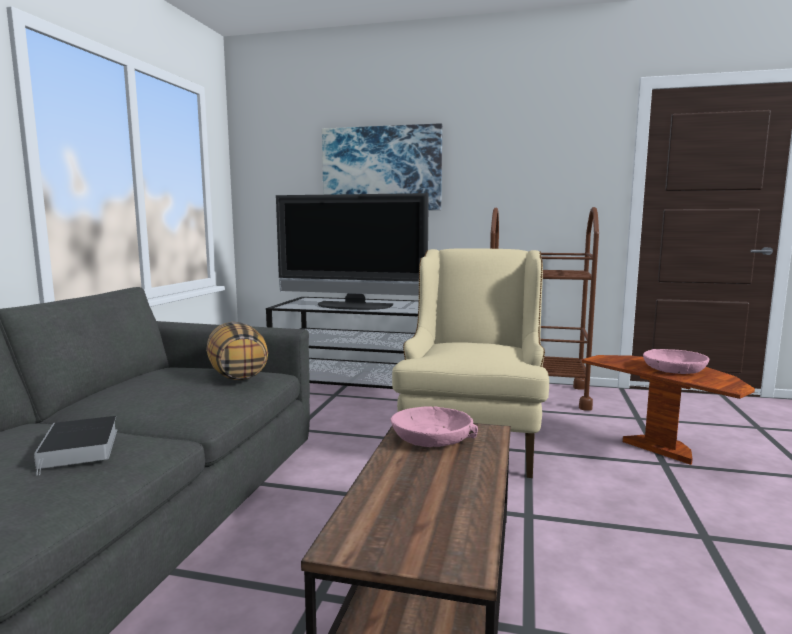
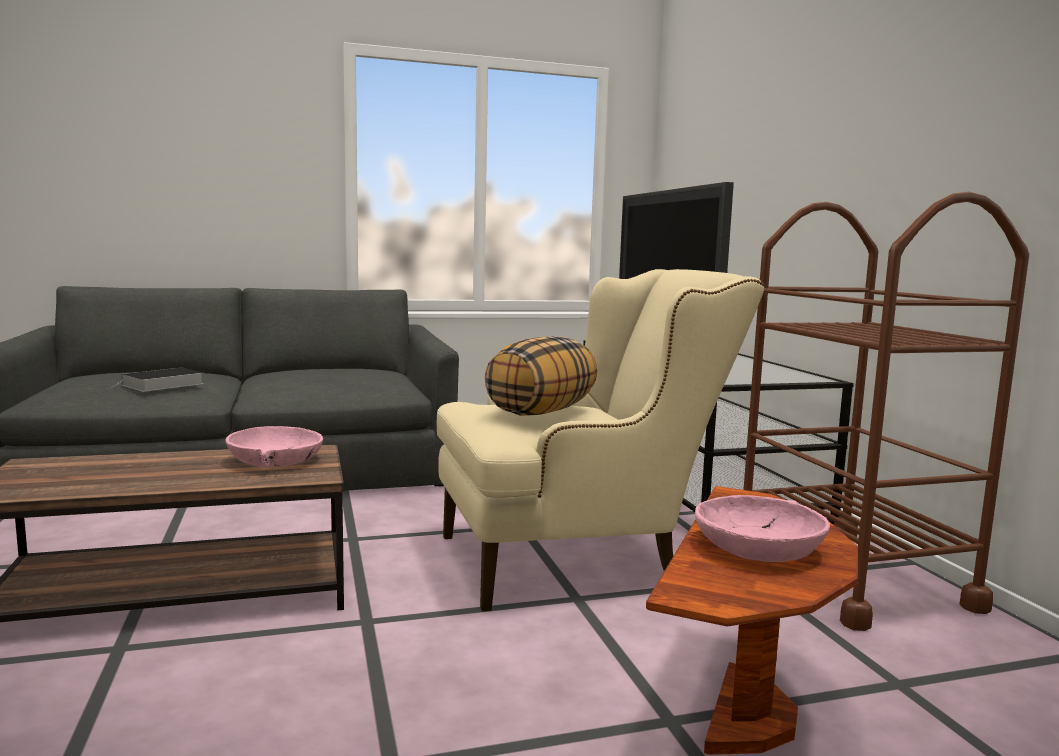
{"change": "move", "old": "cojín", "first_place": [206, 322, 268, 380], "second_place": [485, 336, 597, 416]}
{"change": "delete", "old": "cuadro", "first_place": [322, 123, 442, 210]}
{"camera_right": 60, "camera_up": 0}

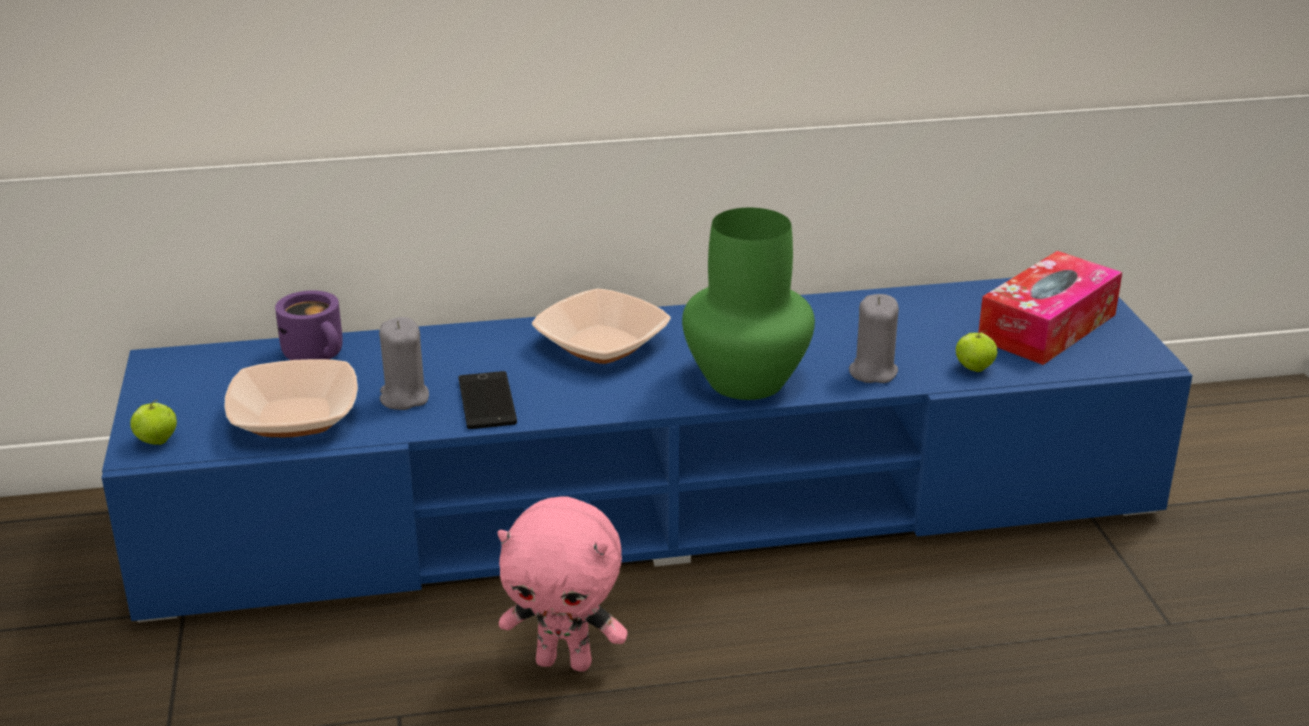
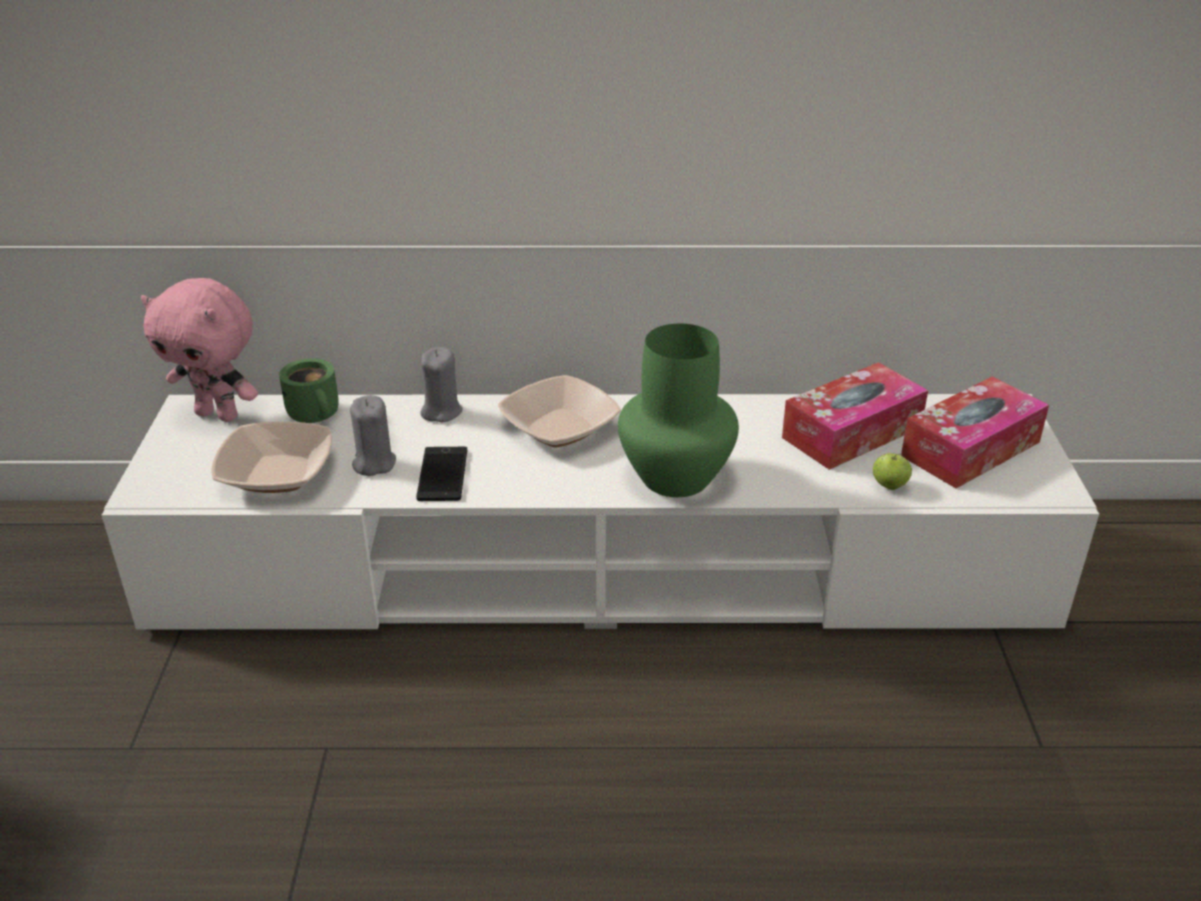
{"change": "recolor", "old": "mueble de televisión (azul)", "new": "mueble de televisión (blanco)", "first_place": [102, 278, 1193, 622], "second_place": [102, 394, 1099, 629]}
{"change": "move", "old": "peluche (rosa)", "first_place": [498, 496, 628, 672], "second_place": [141, 278, 258, 422]}
{"change": "recolor", "old": "taza grande (morado)", "new": "taza grande (verde)", "first_place": [275, 290, 343, 360], "second_place": [279, 358, 339, 423]}
{"change": "move", "old": "vela (gris)", "first_place": [849, 294, 899, 383], "second_place": [420, 347, 463, 422]}
{"change": "insert", "new": "caja de pañuelos", "second_place": [782, 362, 928, 470]}
{"change": "delete", "old": "manzana", "first_place": [130, 400, 177, 445]}
{"camera_right": 10, "camera_up": 5}

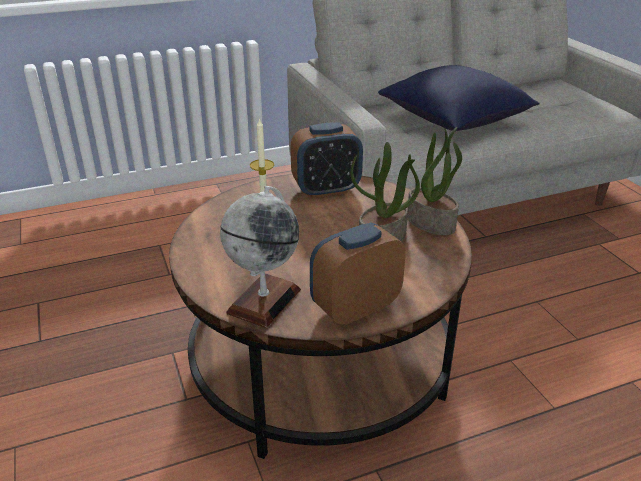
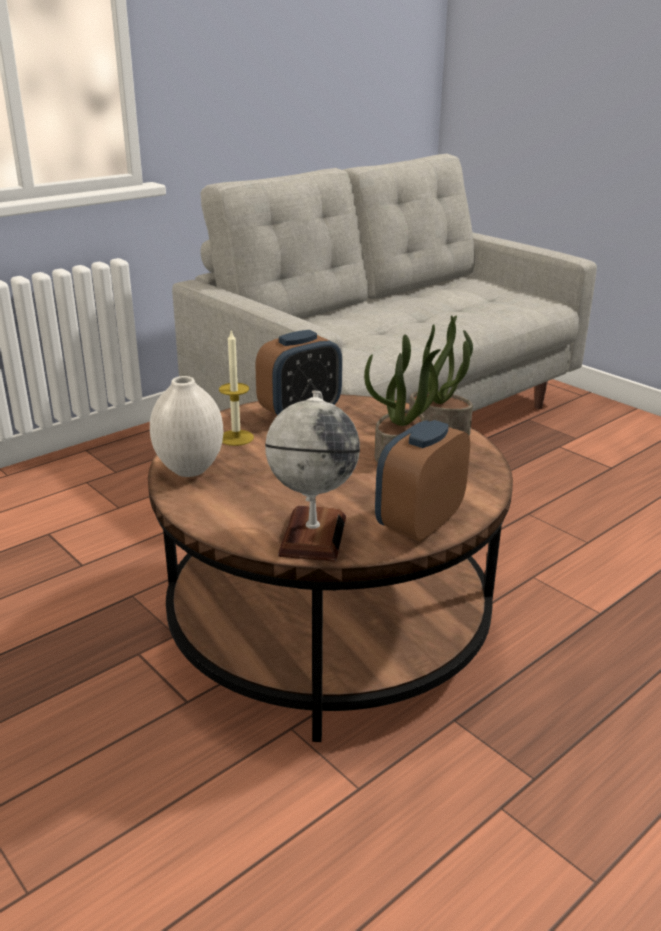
{"change": "insert", "new": "florero (blanco)", "second_place": [150, 376, 223, 477]}
{"change": "delete", "old": "cojín (azul)", "first_place": [378, 65, 540, 131]}
{"camera_right": -20, "camera_up": -5}

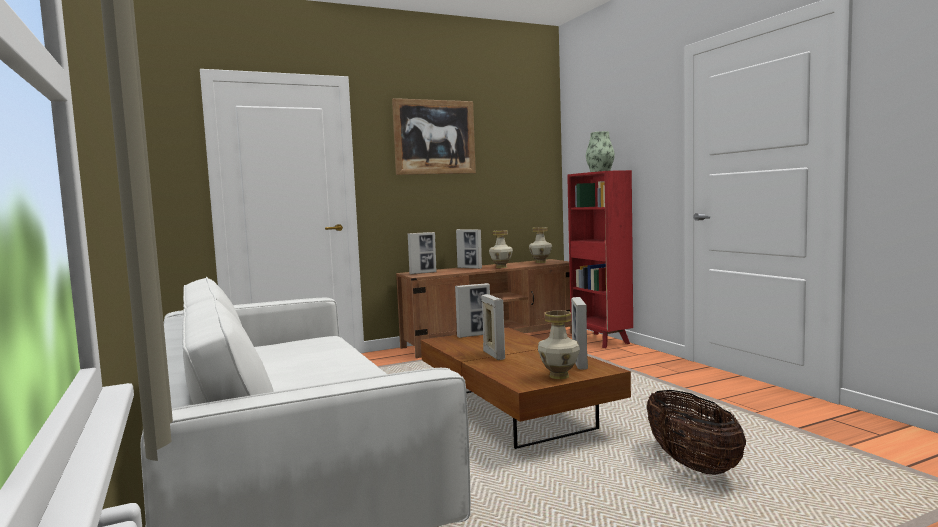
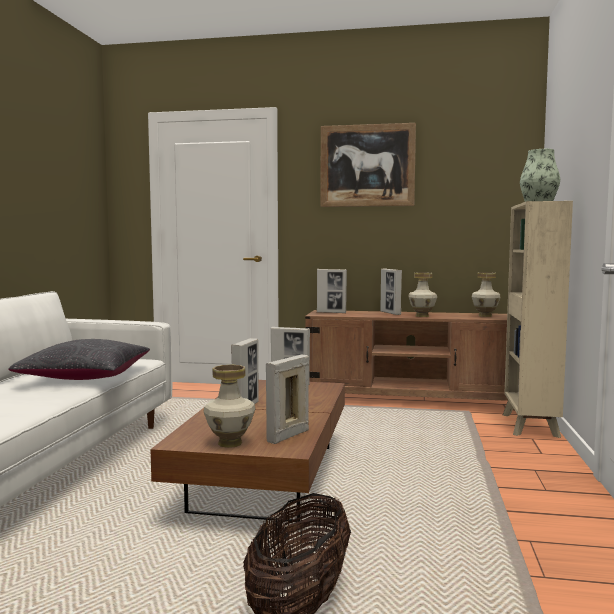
{"change": "insert", "new": "cojín (negro)", "second_place": [8, 339, 150, 380]}
{"change": "recolor", "old": "estantería (rojo)", "new": "estantería (beis)", "first_place": [567, 170, 633, 348], "second_place": [503, 201, 573, 438]}
{"camera_right": 35, "camera_up": 0}

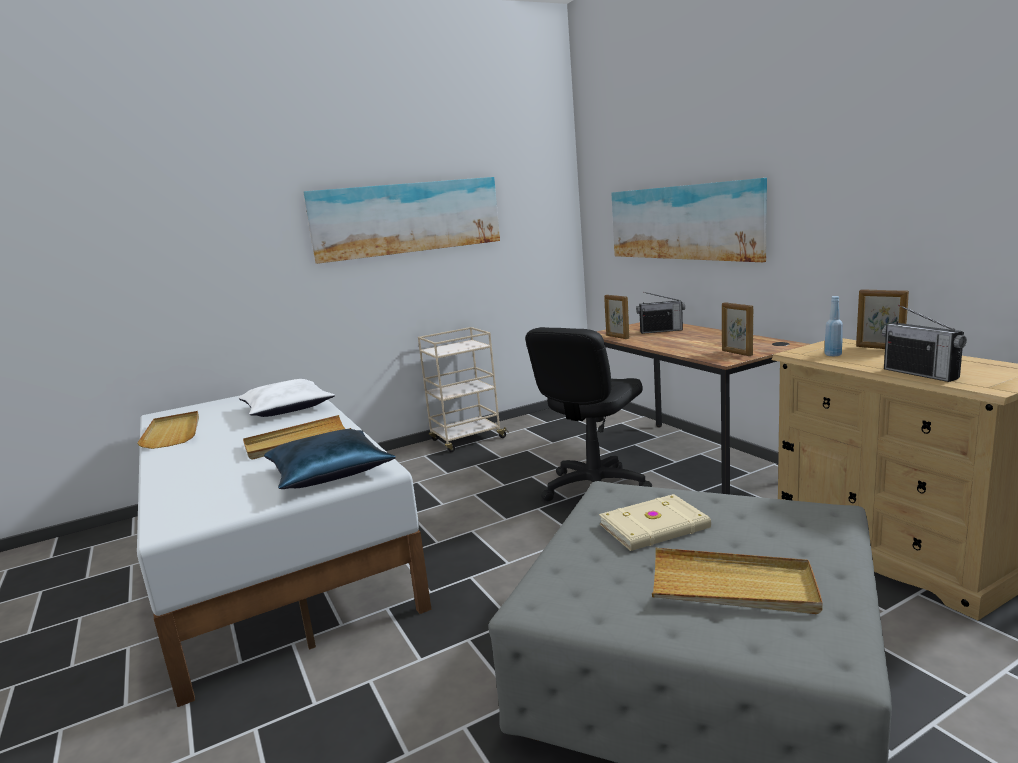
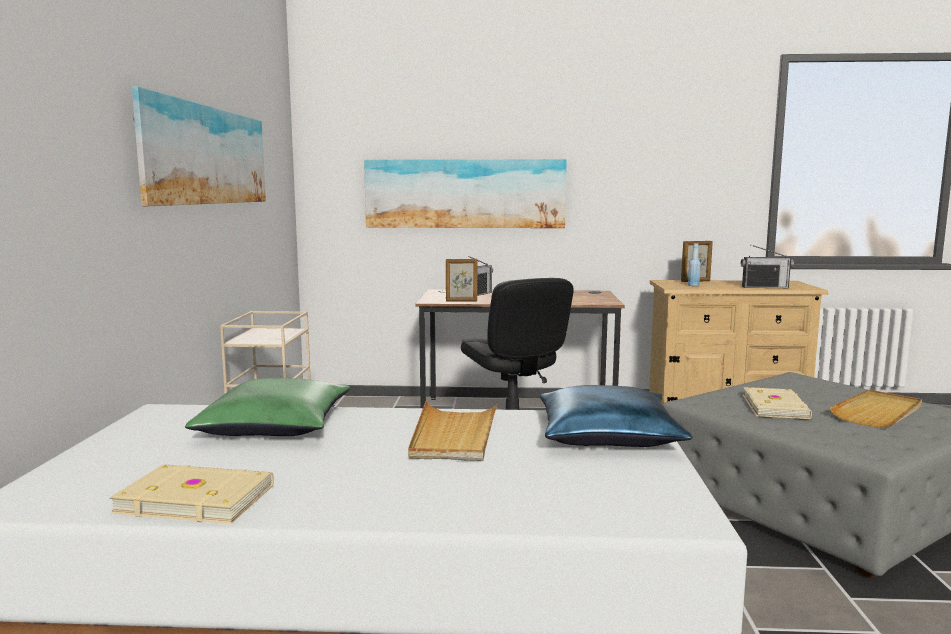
{"change": "replace", "old": "bandeja (beis)", "new": "libro (beis)", "first_place": [137, 411, 199, 449], "second_place": [110, 464, 274, 524]}
{"change": "recolor", "old": "cojín (blanco)", "new": "cojín (verde)", "first_place": [239, 379, 335, 417], "second_place": [185, 378, 350, 436]}
{"change": "delete", "old": "portarretratos", "first_place": [722, 302, 753, 356]}
{"camera_right": -60, "camera_up": -5}

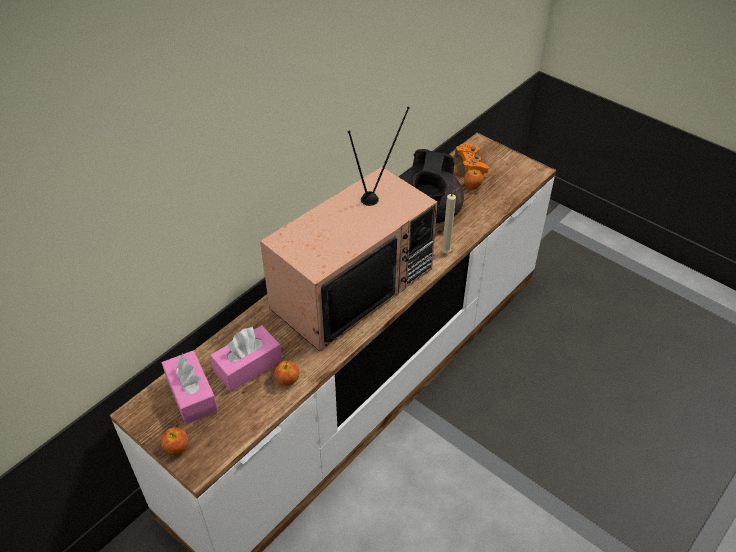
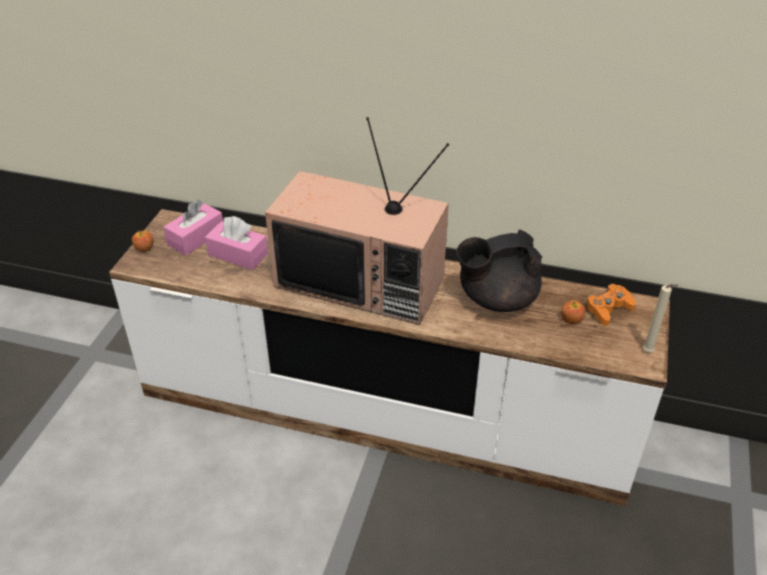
{"change": "move", "old": "vela (beis)", "first_place": [441, 188, 460, 253], "second_place": [643, 284, 679, 352]}
{"change": "delete", "old": "manzana", "first_place": [274, 361, 299, 386]}
{"camera_right": 65, "camera_up": -5}

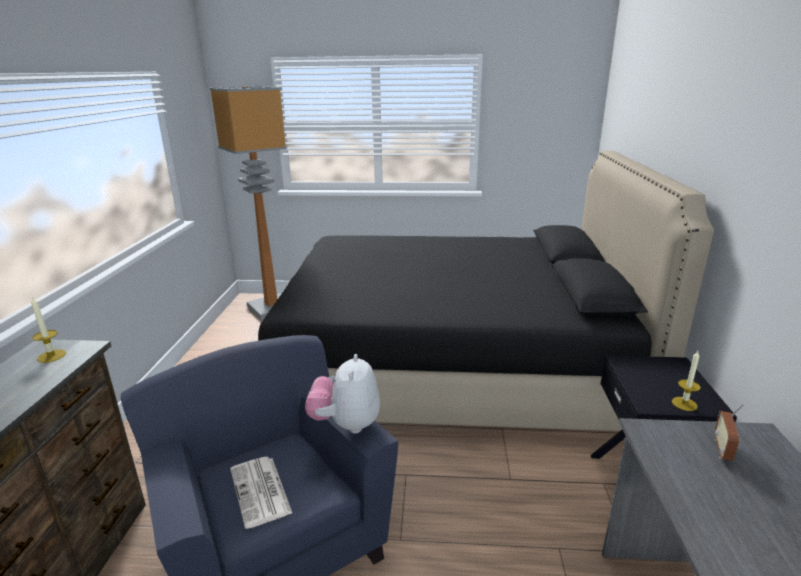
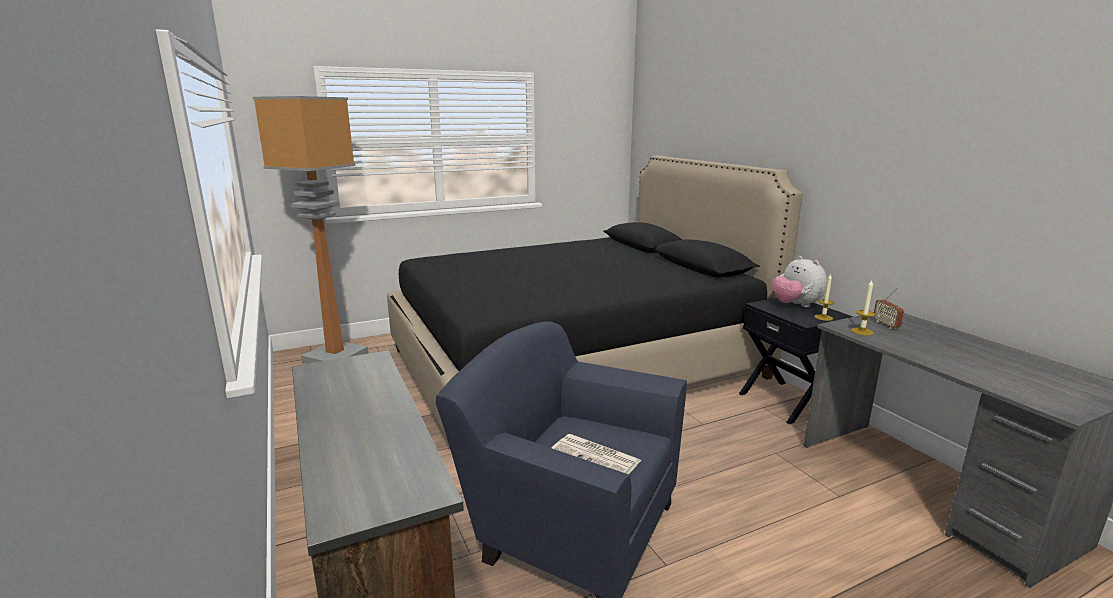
{"change": "move", "old": "peluche", "first_place": [305, 354, 380, 433], "second_place": [772, 256, 827, 307]}
{"change": "move", "old": "vela", "first_place": [31, 296, 66, 363], "second_place": [851, 280, 876, 335]}
{"camera_right": -30, "camera_up": -5}

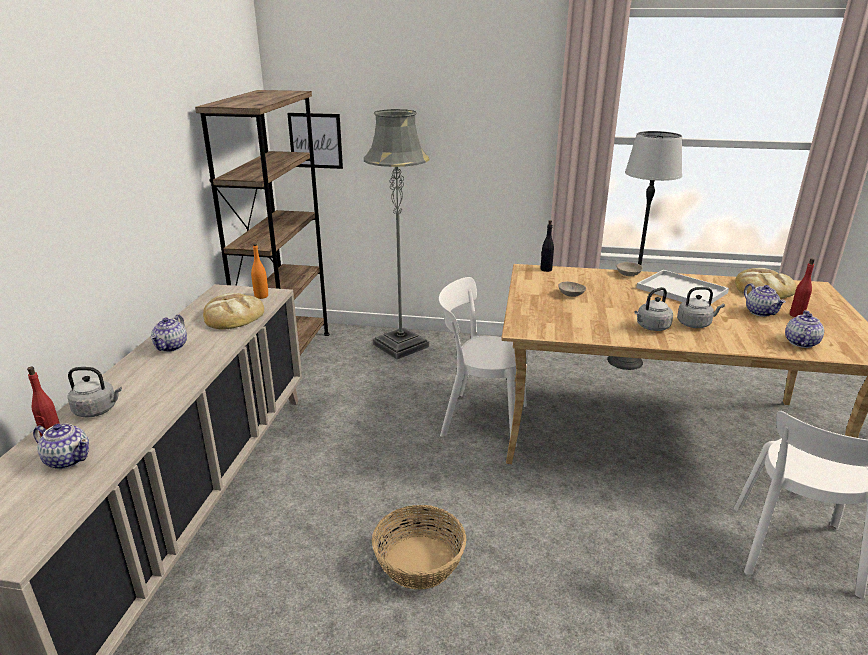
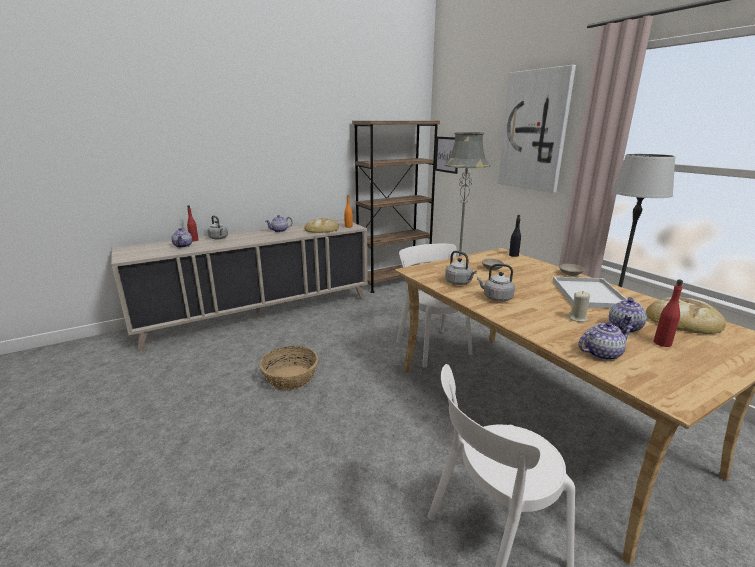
{"change": "move", "old": "hervidor (gris)", "first_place": [677, 287, 725, 328], "second_place": [445, 251, 477, 285]}
{"change": "insert", "new": "cuadro", "second_place": [498, 65, 576, 193]}
{"change": "insert", "new": "vela (beis)", "second_place": [568, 291, 590, 322]}
{"camera_right": 50, "camera_up": -5}

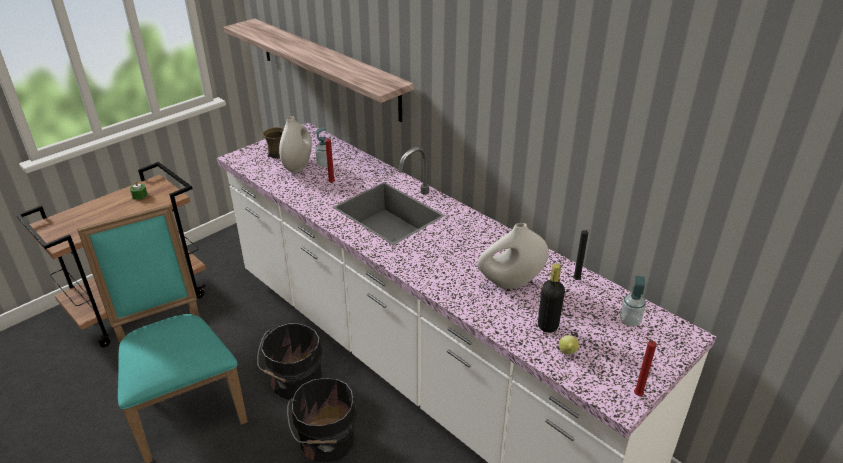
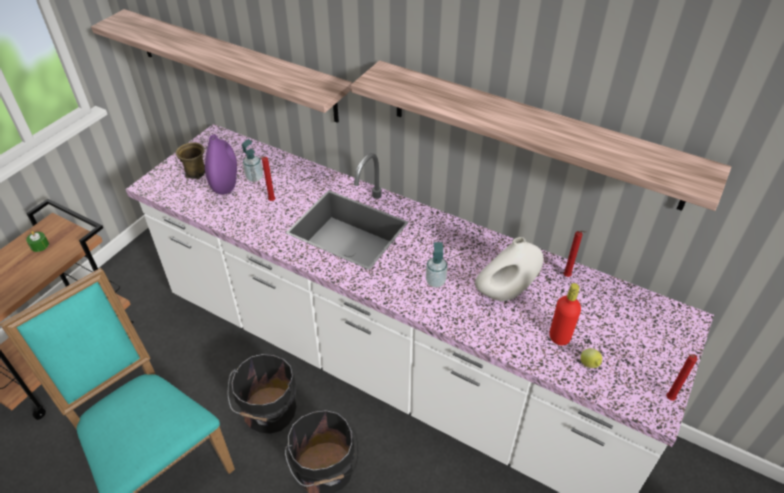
{"change": "recolor", "old": "florero (blanco)", "new": "florero (morado)", "first_place": [279, 116, 312, 173], "second_place": [205, 134, 237, 195]}
{"change": "insert", "new": "estante", "second_place": [351, 60, 731, 211]}
{"change": "move", "old": "dispensador de jabón", "first_place": [620, 276, 646, 327], "second_place": [426, 242, 448, 288]}
{"change": "recolor", "old": "botella (negro)", "new": "botella (rojo)", "first_place": [538, 264, 565, 333], "second_place": [550, 283, 581, 346]}
{"change": "recolor", "old": "vela (negro)", "new": "vela (rojo)", "first_place": [573, 229, 589, 280], "second_place": [563, 231, 586, 277]}
{"camera_right": -15, "camera_up": 10}

